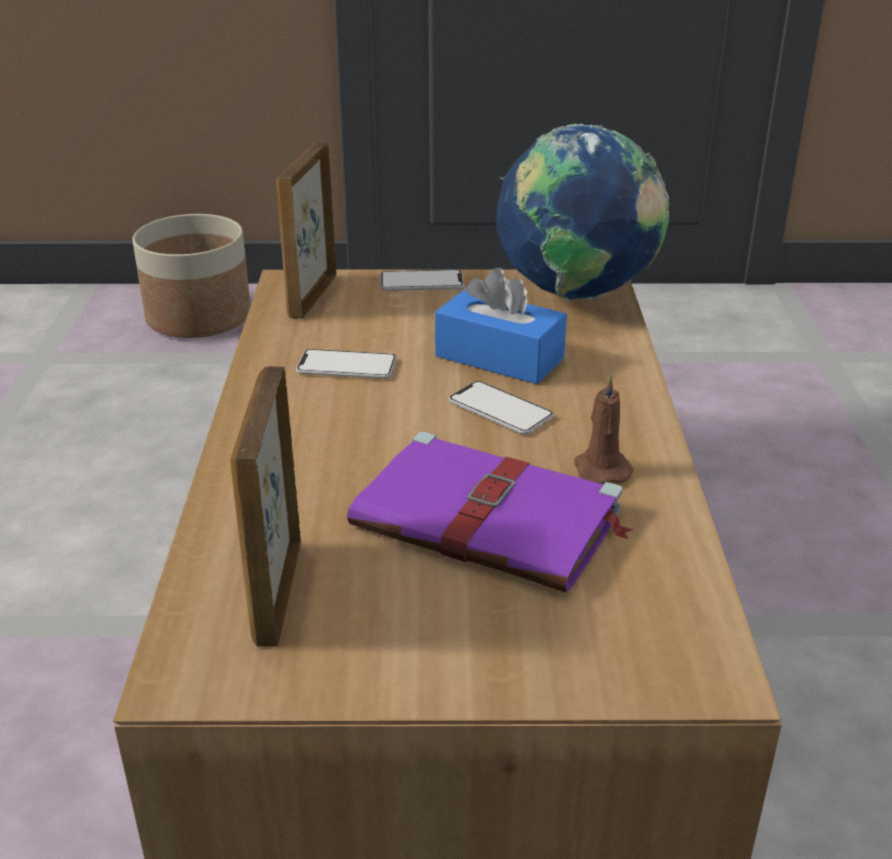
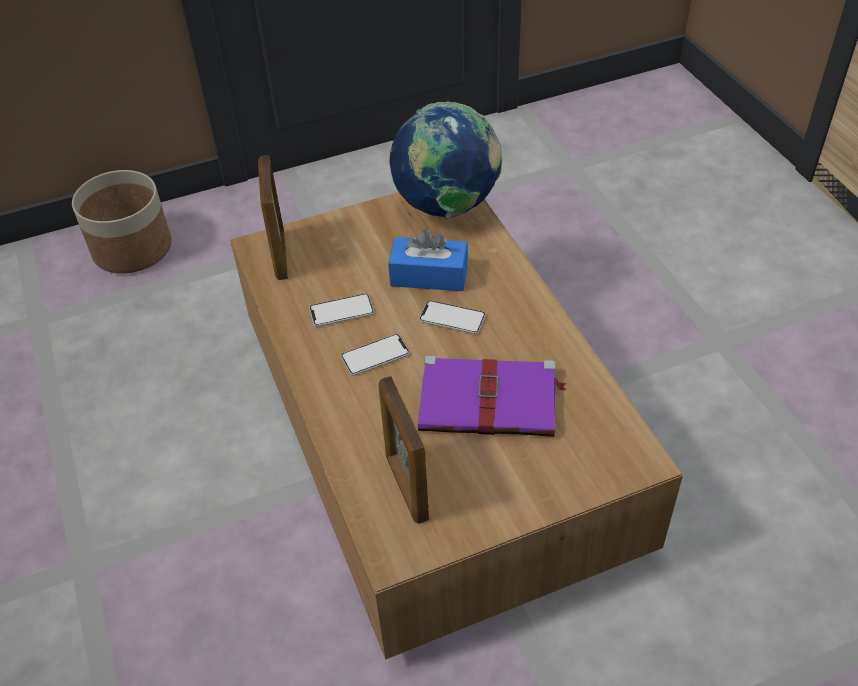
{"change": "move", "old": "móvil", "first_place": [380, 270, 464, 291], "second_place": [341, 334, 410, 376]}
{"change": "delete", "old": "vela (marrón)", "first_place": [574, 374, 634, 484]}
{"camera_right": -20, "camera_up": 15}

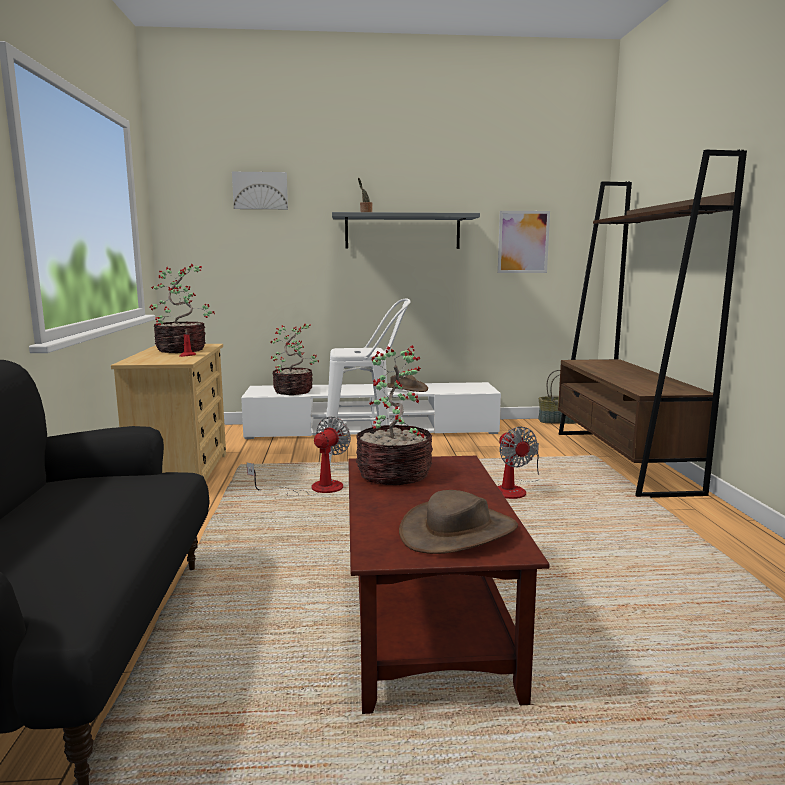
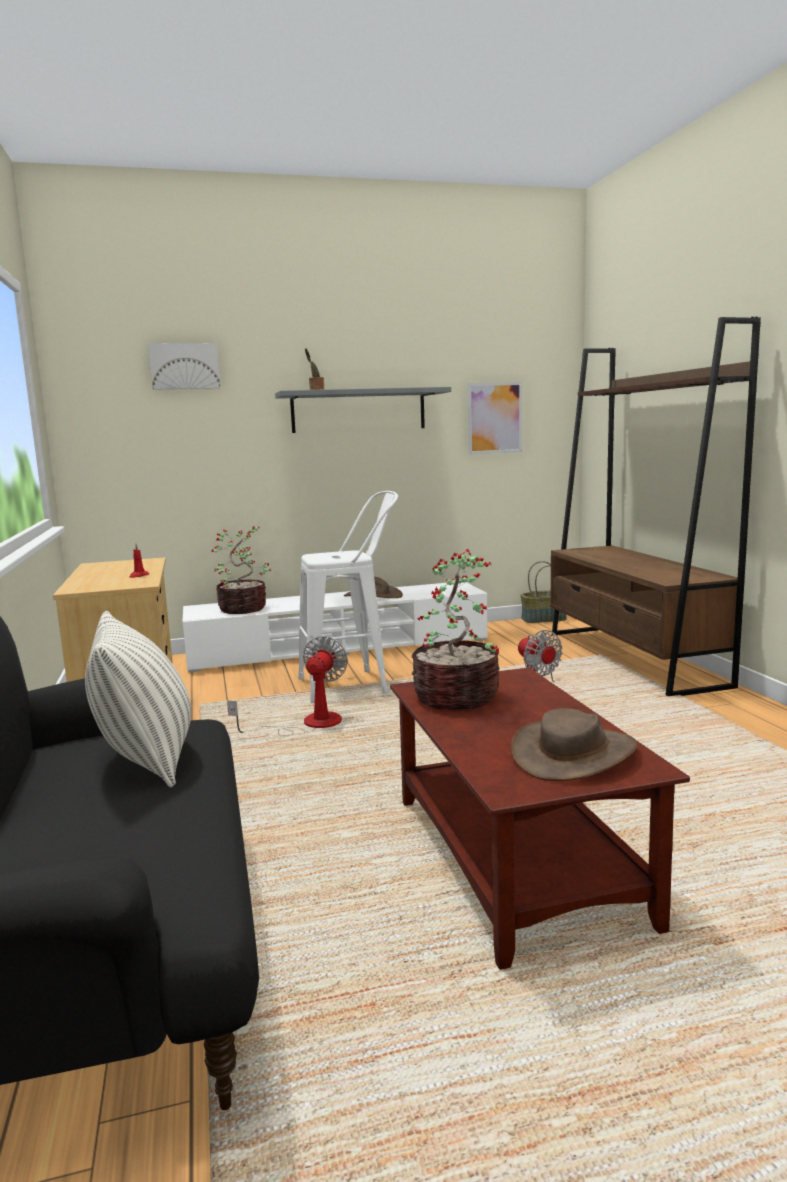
{"change": "insert", "new": "cojín", "second_place": [85, 611, 191, 787]}
{"change": "delete", "old": "planta en maceta", "first_place": [150, 264, 215, 353]}
{"camera_right": -10, "camera_up": 0}

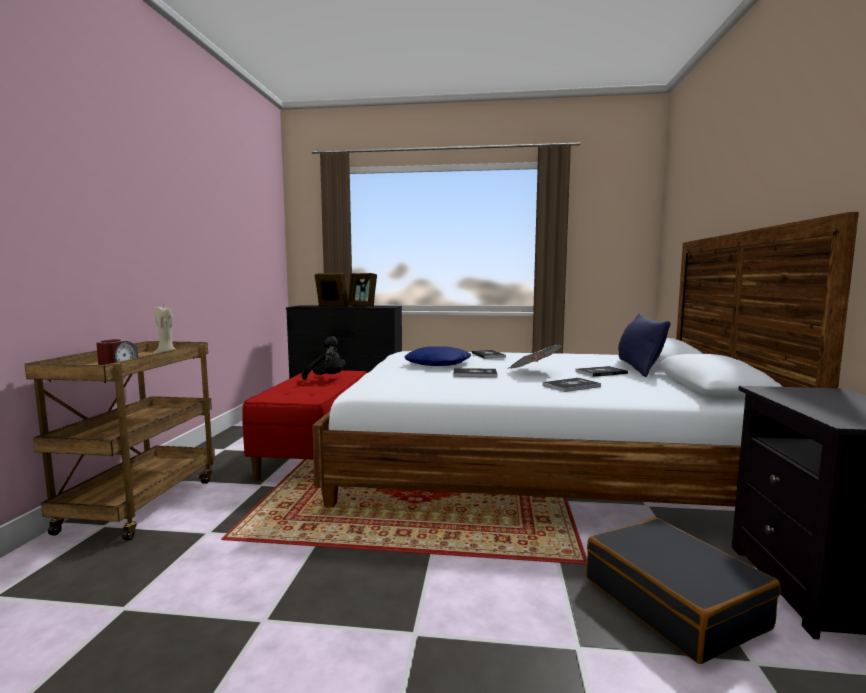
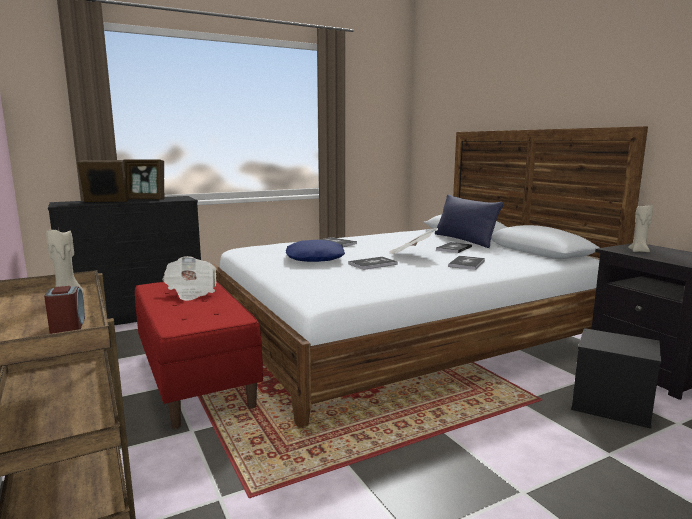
{"change": "replace", "old": "peluche (negro)", "new": "periódico", "first_place": [302, 336, 346, 380], "second_place": [163, 256, 216, 301]}
{"change": "replace", "old": "maleta (negro)", "new": "caja de almacenaje (negro)", "first_place": [586, 518, 781, 664], "second_place": [571, 328, 661, 429]}
{"change": "insert", "new": "vela (beis)", "second_place": [628, 205, 653, 252]}
{"camera_right": -35, "camera_up": 5}

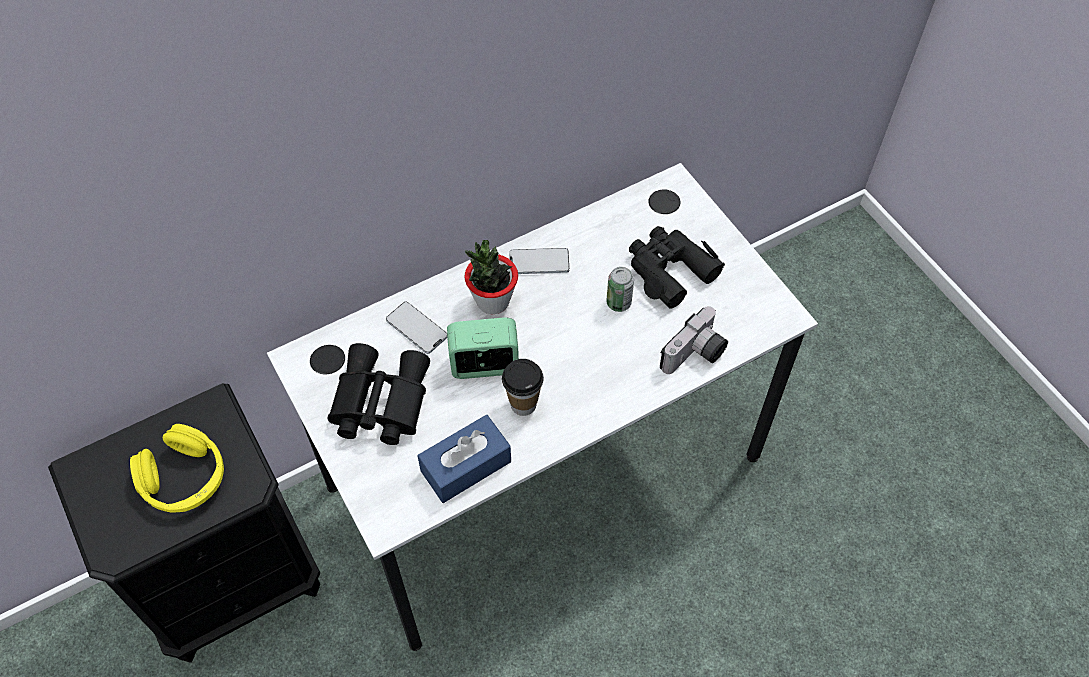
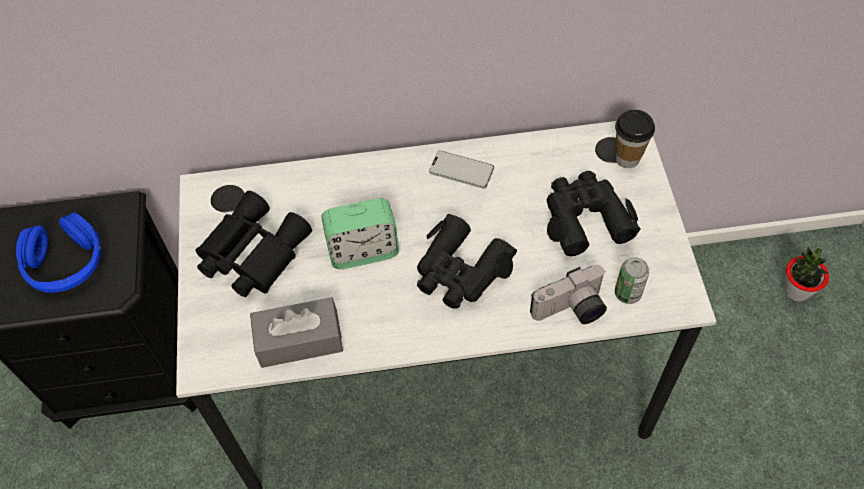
{"change": "recolor", "old": "auriculares (amarillo)", "new": "auriculares (azul)", "first_place": [130, 424, 224, 513], "second_place": [16, 212, 101, 293]}
{"change": "recolor", "old": "caja de pañuelos (azul)", "new": "caja de pañuelos (gris)", "first_place": [418, 415, 511, 503], "second_place": [250, 297, 343, 368]}
{"change": "rotate", "old": "despertador", "first_place": [447, 318, 519, 379], "second_place": [321, 198, 399, 269], "degrees": 150}
{"change": "insert", "new": "prismáticos (negro)", "second_place": [417, 213, 517, 309]}
{"change": "move", "old": "taza", "first_place": [502, 359, 544, 416], "second_place": [615, 110, 655, 168]}
{"change": "move", "old": "lata", "first_place": [606, 267, 634, 312], "second_place": [615, 257, 649, 304]}
{"change": "move", "old": "planta en maceta", "first_place": [464, 240, 518, 314], "second_place": [784, 247, 829, 302]}
{"change": "delete", "old": "móvil", "first_place": [386, 301, 447, 354]}
{"camera_right": 25, "camera_up": 0}

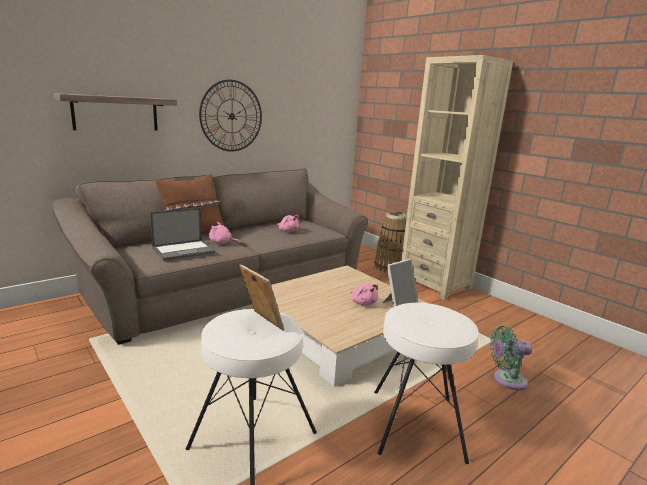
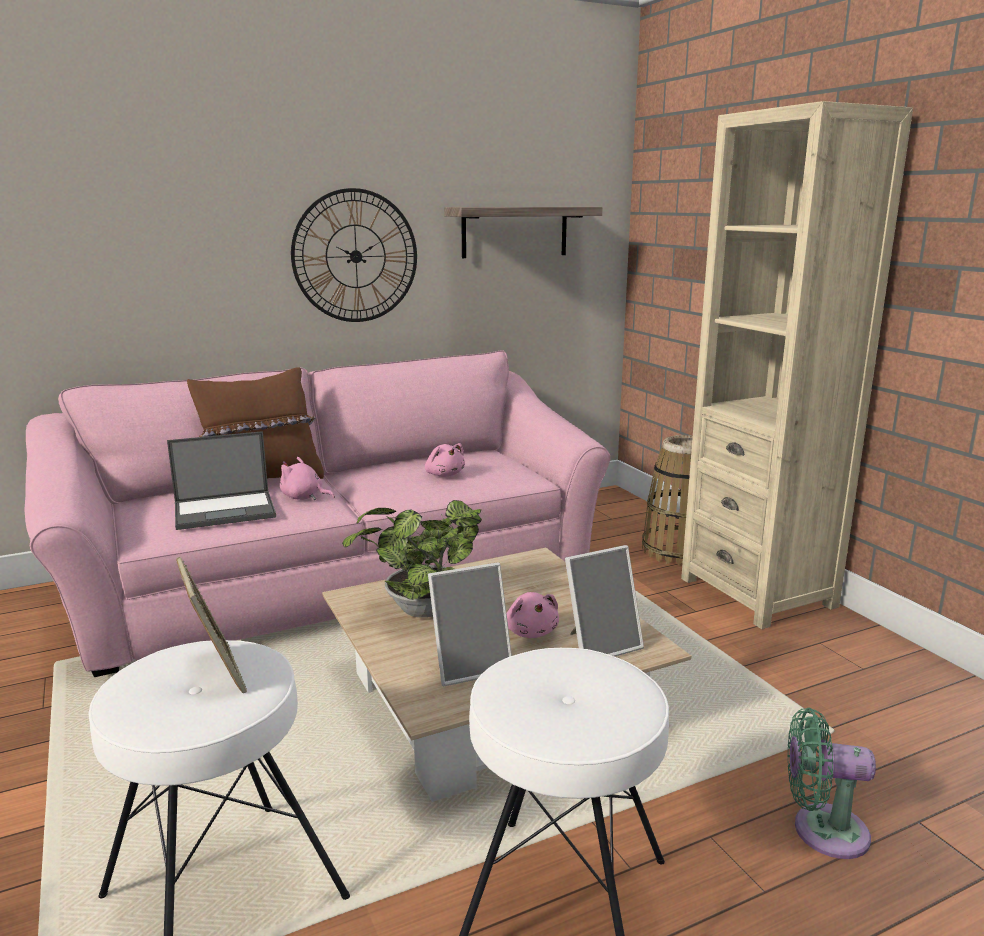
{"change": "recolor", "old": "sofá (marrón)", "new": "sofá (rosa)", "first_place": [52, 169, 368, 345], "second_place": [24, 351, 610, 677]}
{"change": "insert", "new": "planta en maceta", "second_place": [342, 500, 482, 618]}
{"change": "insert", "new": "portarretratos", "second_place": [428, 562, 512, 686]}
{"change": "move", "old": "estante", "first_place": [54, 93, 177, 131], "second_place": [444, 207, 603, 258]}
{"camera_right": 15, "camera_up": 0}

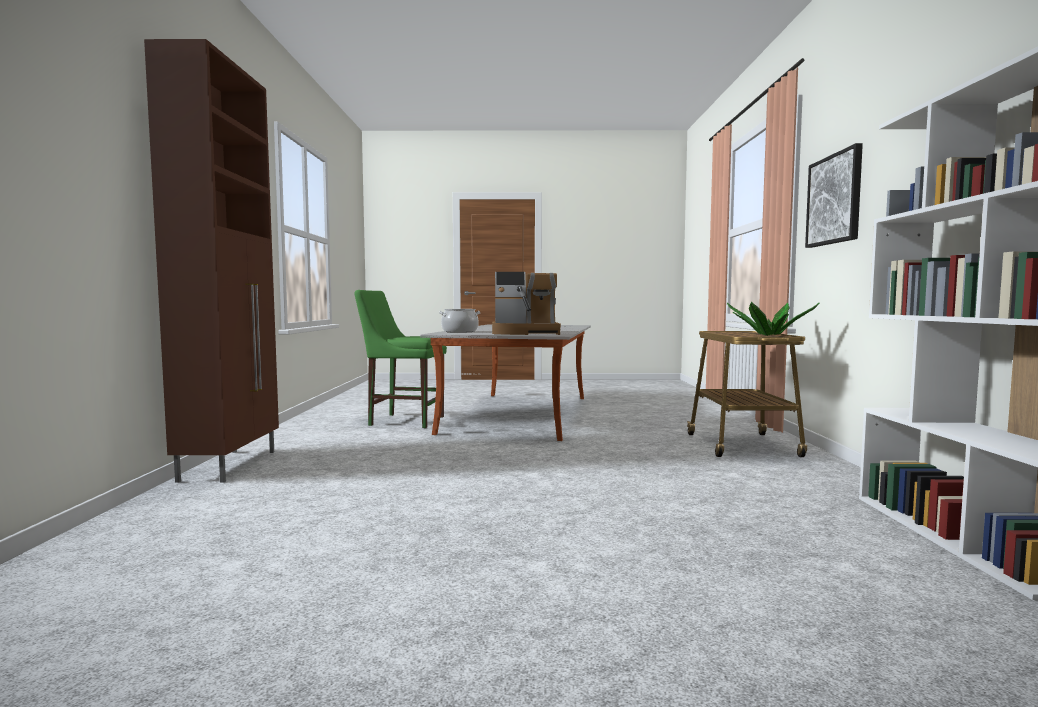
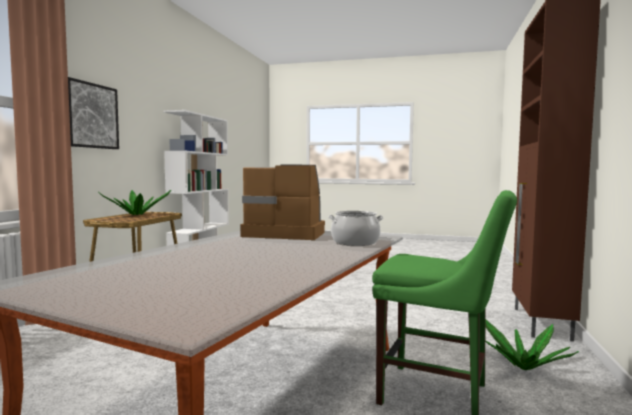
{"change": "insert", "new": "planta en maceta", "second_place": [485, 320, 579, 370]}
{"camera_right": -165, "camera_up": 0}

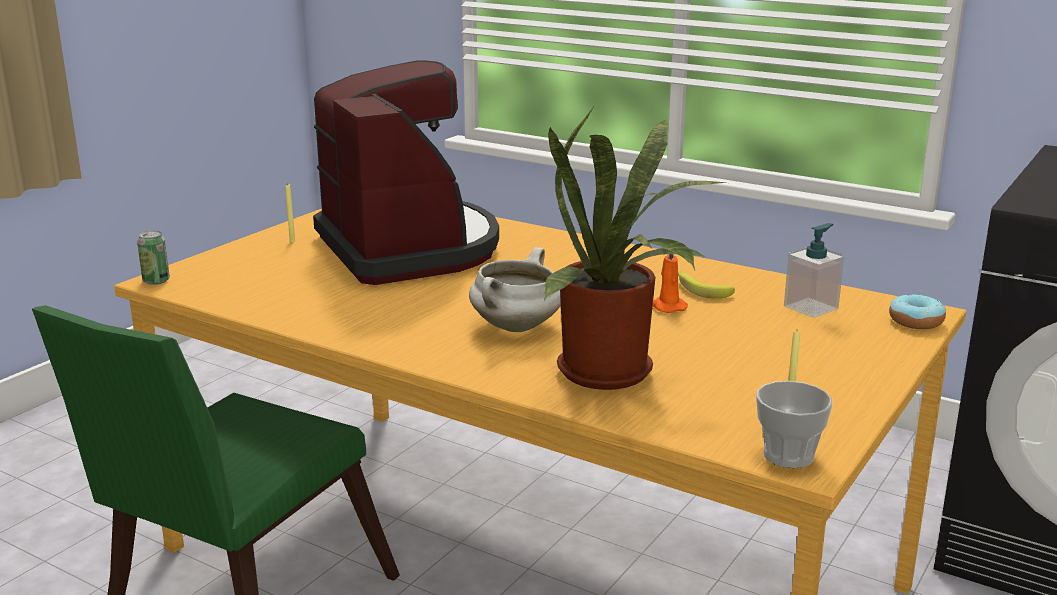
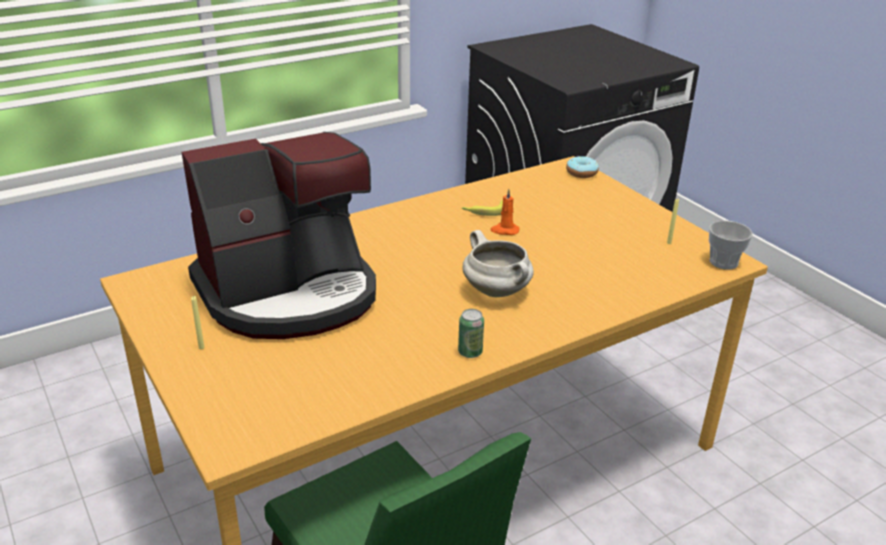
{"change": "rotate", "old": "cafetera", "first_place": [313, 60, 499, 285], "second_place": [182, 132, 376, 339], "degrees": 150}
{"change": "move", "old": "lata", "first_place": [137, 231, 170, 285], "second_place": [458, 309, 484, 358]}
{"change": "delete", "old": "planta en maceta", "first_place": [544, 108, 725, 390]}
{"change": "delete", "old": "dispensador de jabón", "first_place": [784, 223, 844, 318]}
{"camera_right": -65, "camera_up": 10}

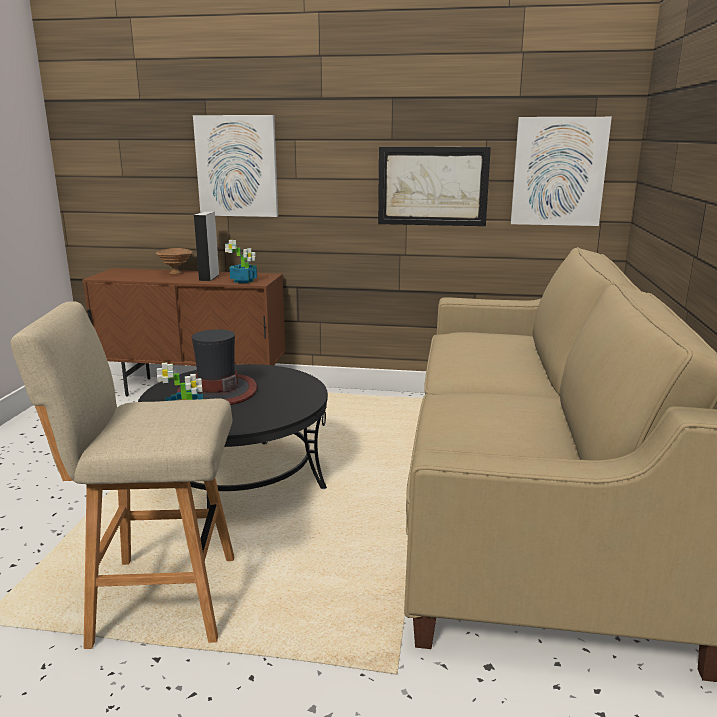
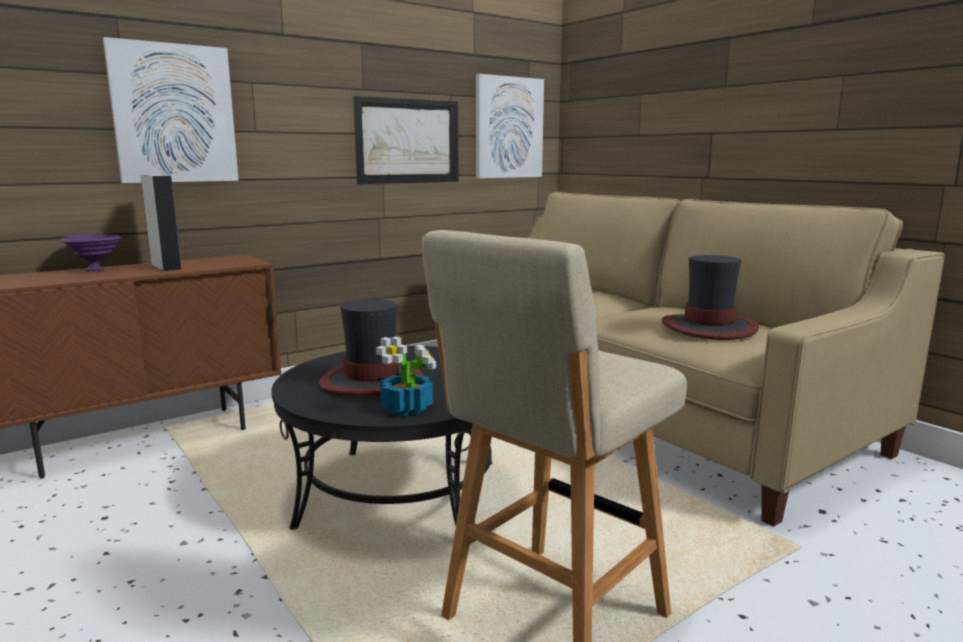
{"change": "recolor", "old": "cuenco (marrón)", "new": "cuenco (morado)", "first_place": [156, 248, 193, 274], "second_place": [61, 234, 122, 271]}
{"change": "insert", "new": "sombrero", "second_place": [662, 255, 759, 340]}
{"change": "delete", "old": "planta en maceta", "first_place": [225, 240, 257, 283]}
{"camera_right": -45, "camera_up": -5}

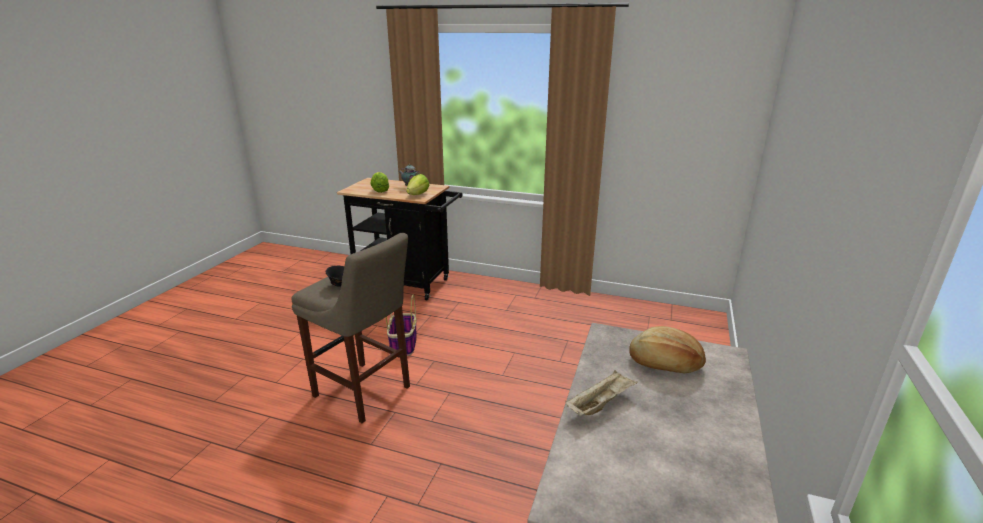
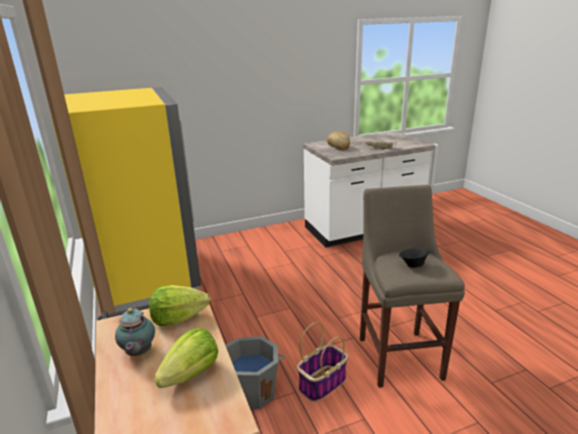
{"change": "insert", "new": "nevera (amarillo)", "second_place": [51, 87, 201, 316]}
{"change": "insert", "new": "cubo (gris)", "second_place": [225, 336, 285, 410]}
{"camera_right": -130, "camera_up": 0}

